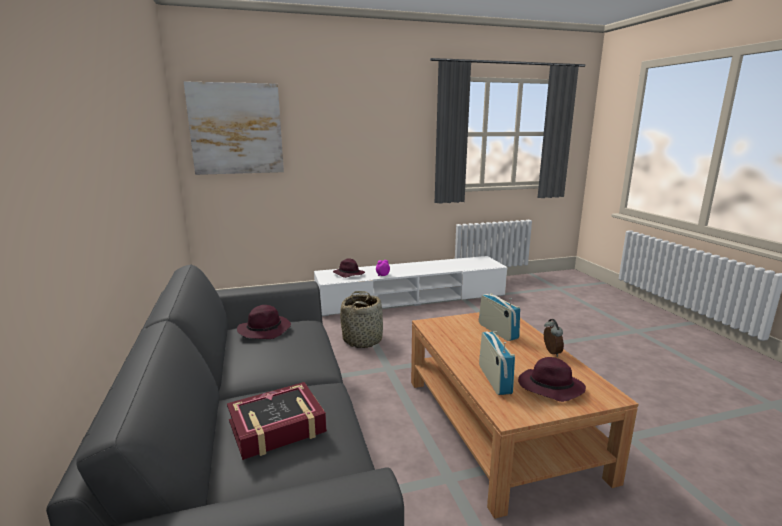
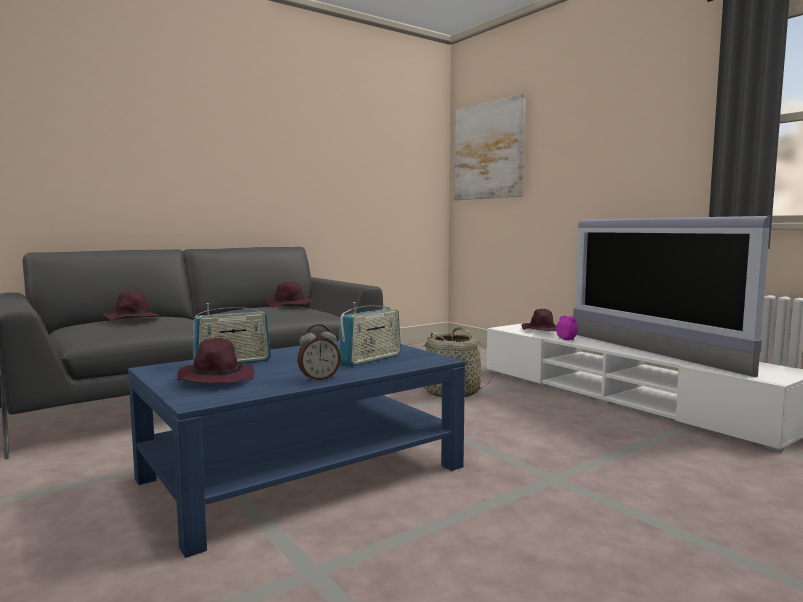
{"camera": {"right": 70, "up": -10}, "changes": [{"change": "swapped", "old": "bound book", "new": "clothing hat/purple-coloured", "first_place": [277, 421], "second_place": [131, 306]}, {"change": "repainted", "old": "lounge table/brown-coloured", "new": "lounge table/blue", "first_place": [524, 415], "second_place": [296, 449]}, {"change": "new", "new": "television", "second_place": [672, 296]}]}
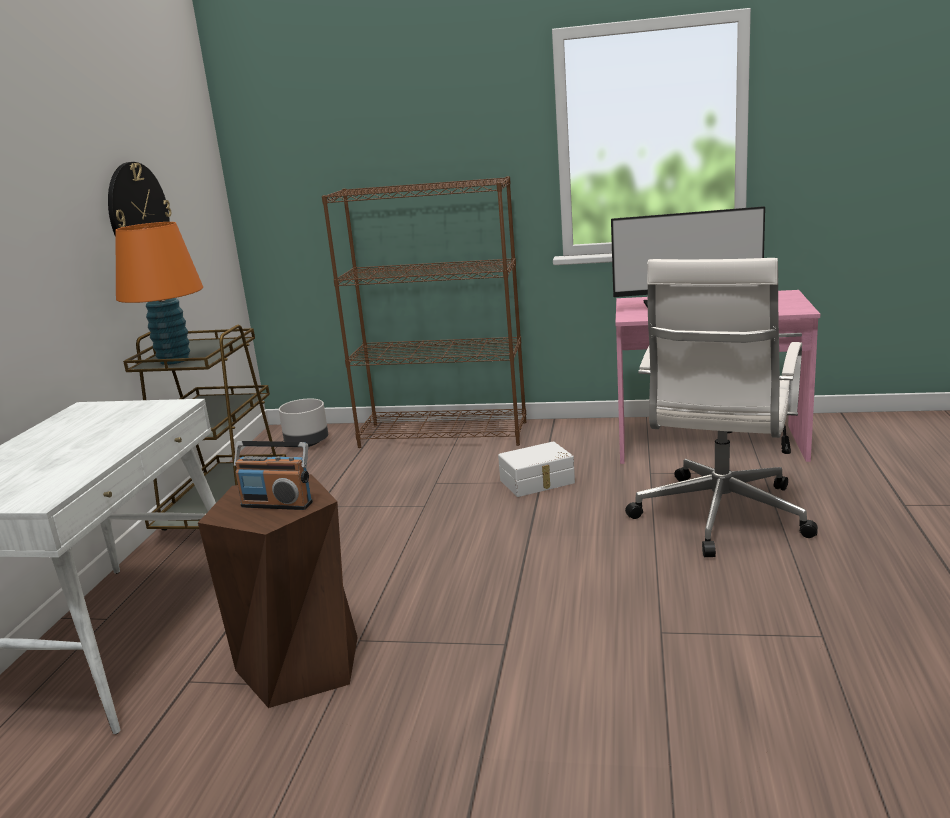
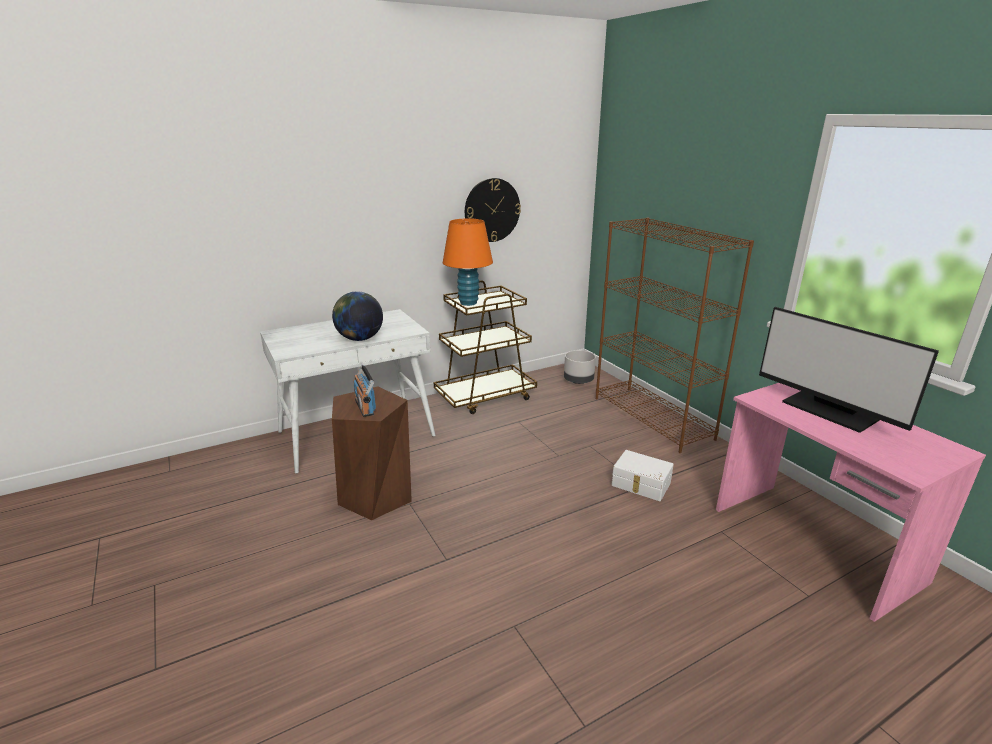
{"camera": {"right": 50, "up": 5}, "changes": [{"change": "new", "new": "world globe", "second_place": [357, 316]}, {"change": "gone", "old": "computer chair/whitish", "first_place": [721, 407]}]}
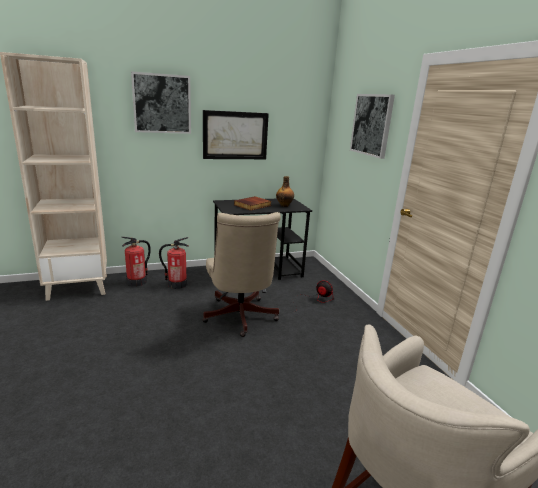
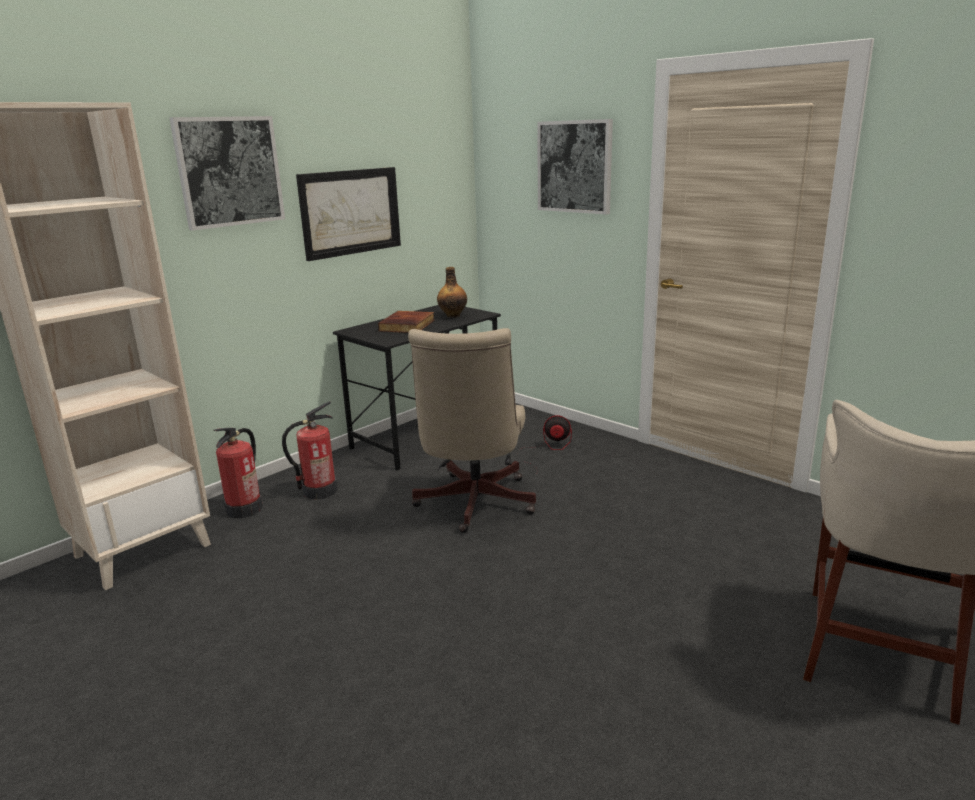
{"camera": {"right": -25, "up": 0}, "changes": [{"change": "rotated", "old": "computer chair/sand-coloured", "first_place": [241, 274], "second_place": [472, 430], "degrees": 45}]}
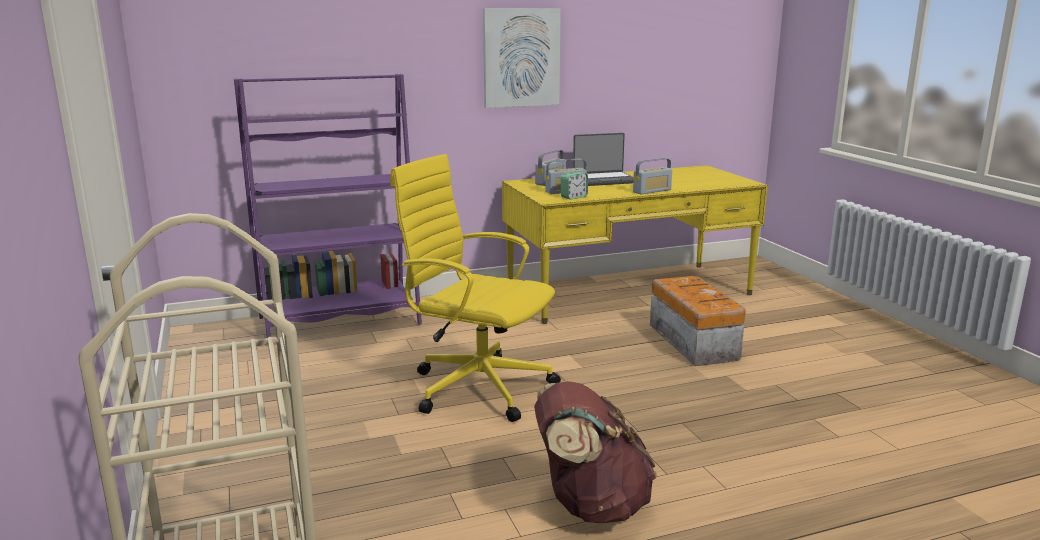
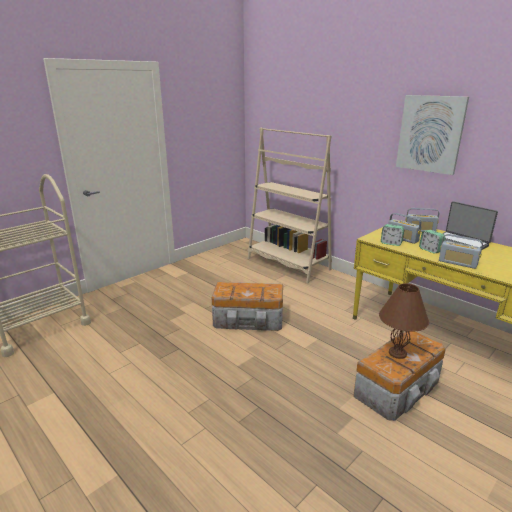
{"camera": {"right": 65, "up": 5}, "changes": [{"change": "swapped", "old": "computer chair/yellow", "new": "storage box", "first_place": [475, 288], "second_place": [247, 306]}, {"change": "repainted", "old": "bookcase/purple-coloured", "new": "bookcase/sand-coloured", "first_place": [328, 206], "second_place": [289, 206]}, {"change": "new", "new": "tabletop lamp/brown-coloured", "second_place": [404, 321]}, {"change": "new", "new": "alarm clock", "second_place": [432, 242]}, {"change": "gone", "old": "knapsack/brown-coloured", "first_place": [595, 452]}]}
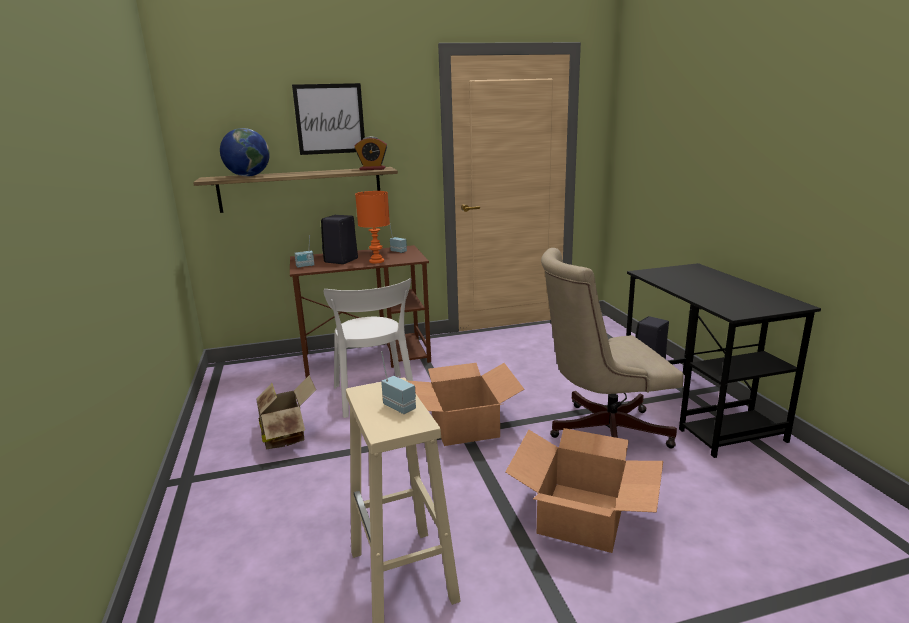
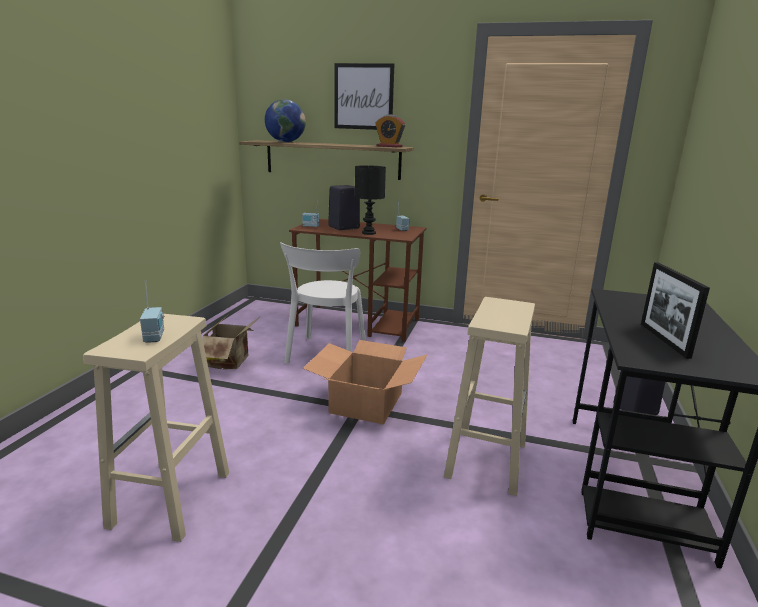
{"camera": {"right": 30, "up": 0}, "changes": [{"change": "repainted", "old": "tabletop lamp/orange-coloured", "new": "tabletop lamp/blackish", "first_place": [372, 227], "second_place": [370, 200]}, {"change": "swapped", "old": "computer chair/sand-coloured", "new": "stool/sand-coloured", "first_place": [612, 348], "second_place": [489, 396]}, {"change": "new", "new": "standing frame", "second_place": [675, 310]}, {"change": "gone", "old": "packing box", "first_place": [584, 490]}]}
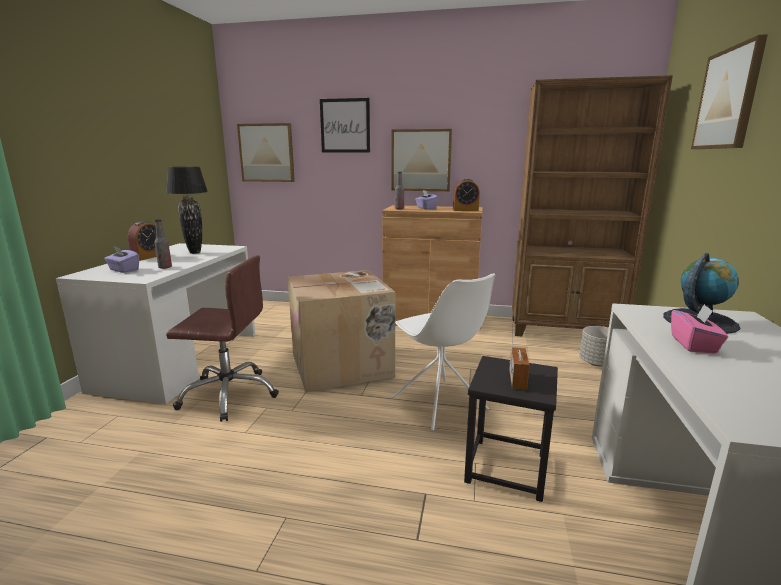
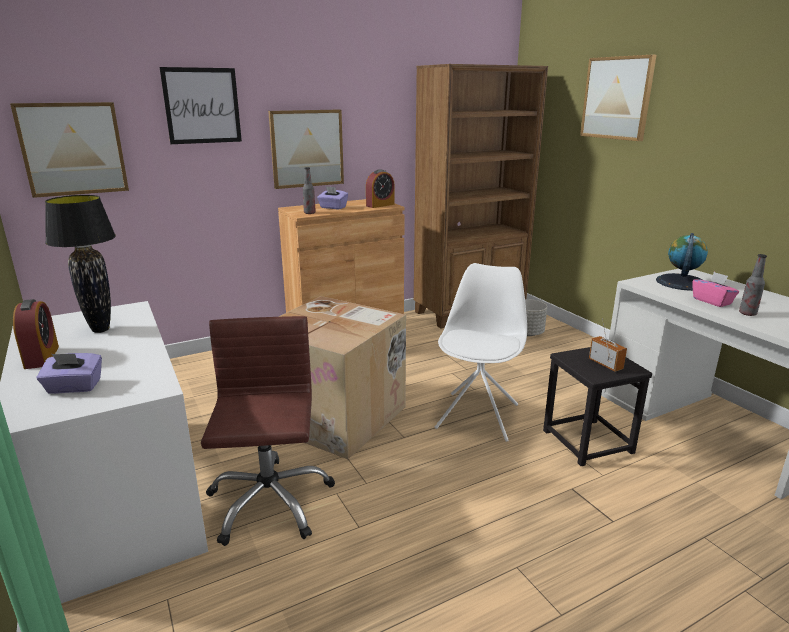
{"camera": {"right": -40, "up": 5}, "changes": [{"change": "rotated", "old": "computer chair/brown-coloured", "first_place": [222, 338], "second_place": [268, 431], "degrees": -60}, {"change": "rotated", "old": "plain chair/whitish", "first_place": [443, 352], "second_place": [481, 352], "degrees": -90}, {"change": "shifted", "old": "beverage bottle", "first_place": [163, 244], "second_place": [753, 285]}]}
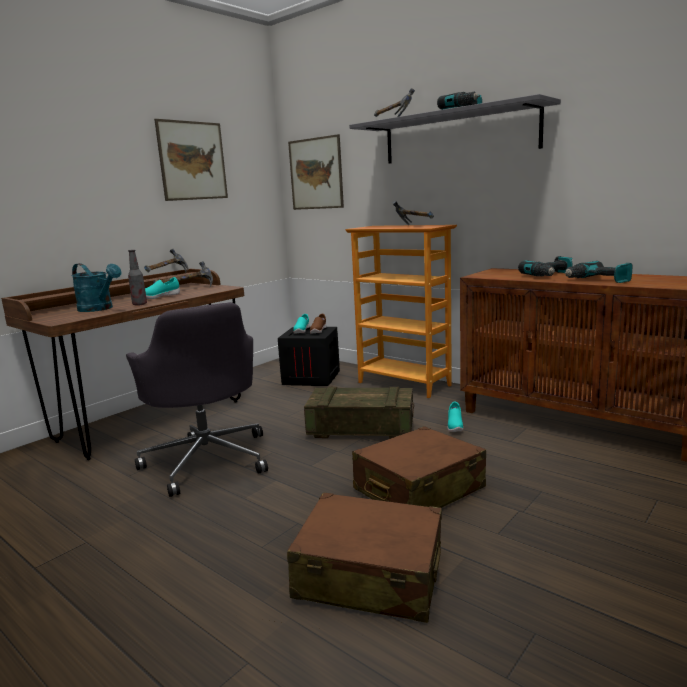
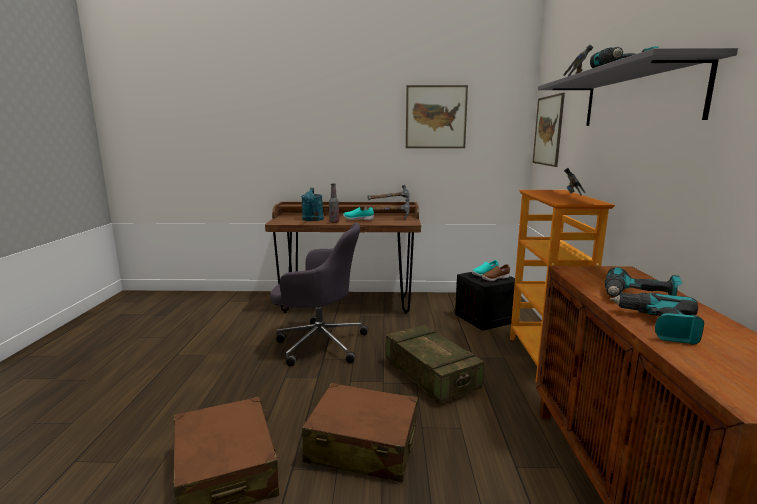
{"camera": {"right": 50, "up": 0}, "changes": [{"change": "rotated", "old": "computer chair/grey", "first_place": [197, 399], "second_place": [319, 295], "degrees": -105}, {"change": "gone", "old": "item of footwear/blue-green", "first_place": [455, 417]}]}
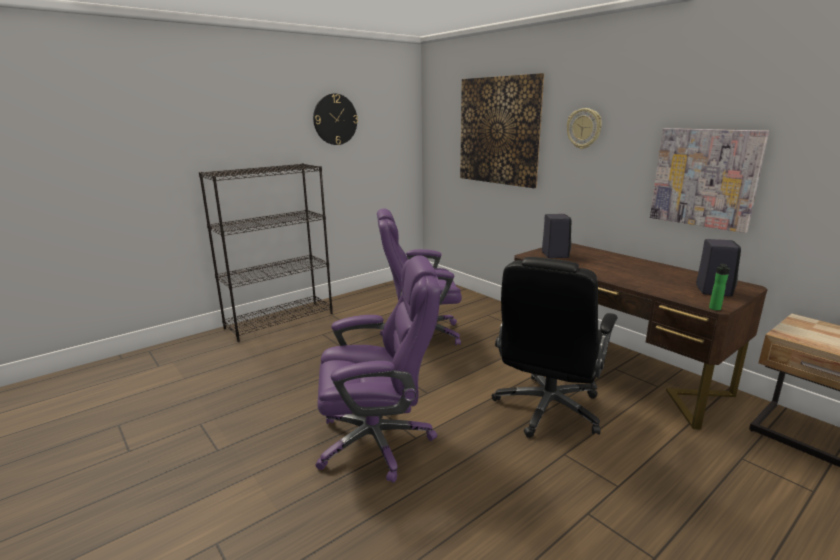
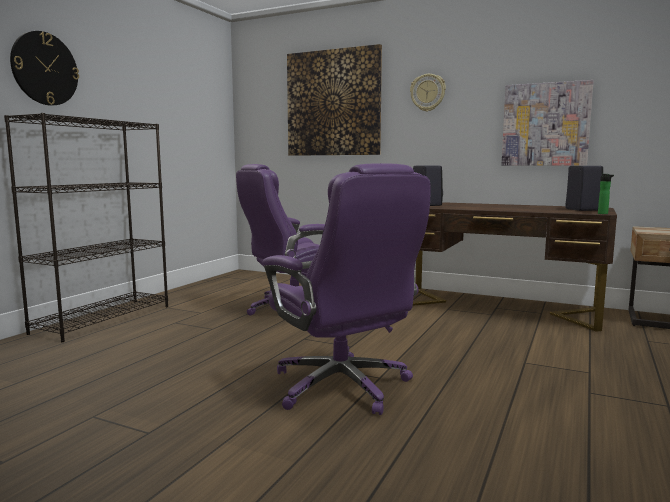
{"camera": {"right": -25, "up": -10}, "changes": [{"change": "shifted", "old": "wall clock", "first_place": [335, 119], "second_place": [44, 68]}, {"change": "rotated", "old": "computer chair/purple-coloured", "first_place": [377, 369], "second_place": [346, 289], "degrees": 90}, {"change": "gone", "old": "computer chair/blackish", "first_place": [555, 347]}]}
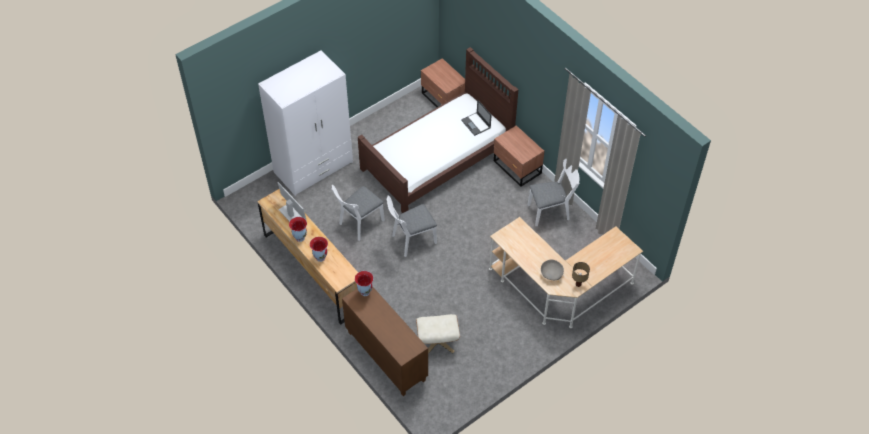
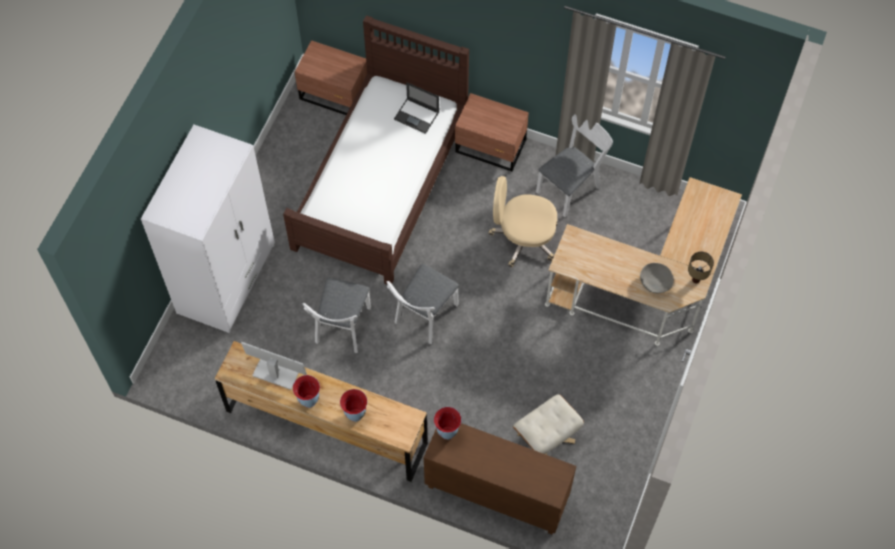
{"camera": {"right": -30, "up": 10}, "changes": [{"change": "new", "new": "computer chair/sand-coloured", "second_place": [523, 221]}]}
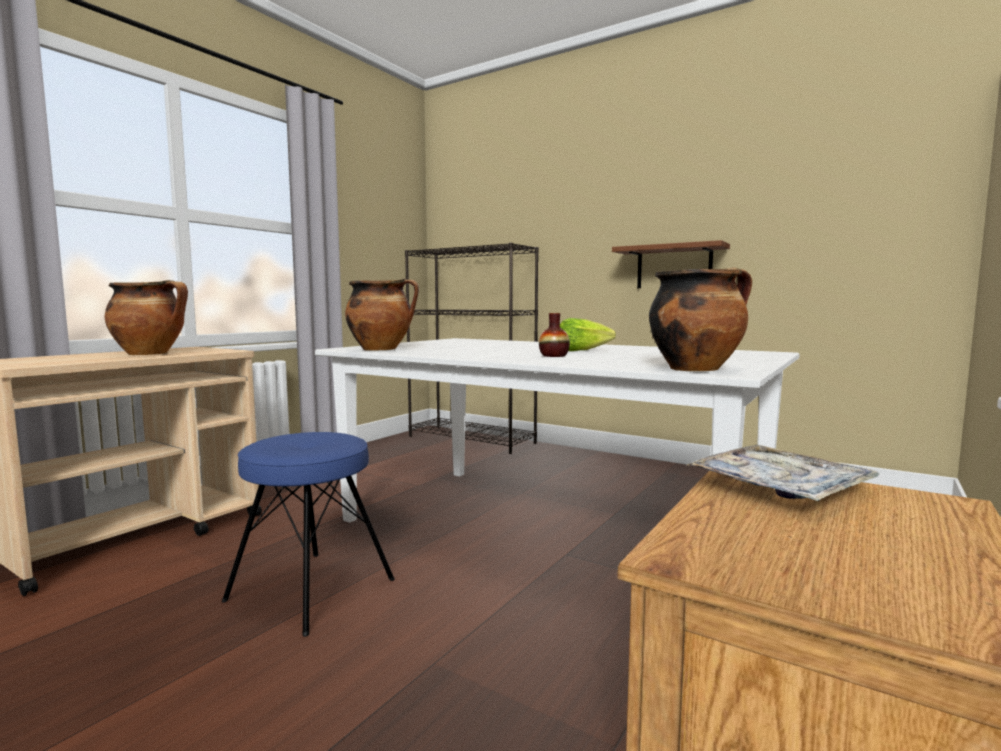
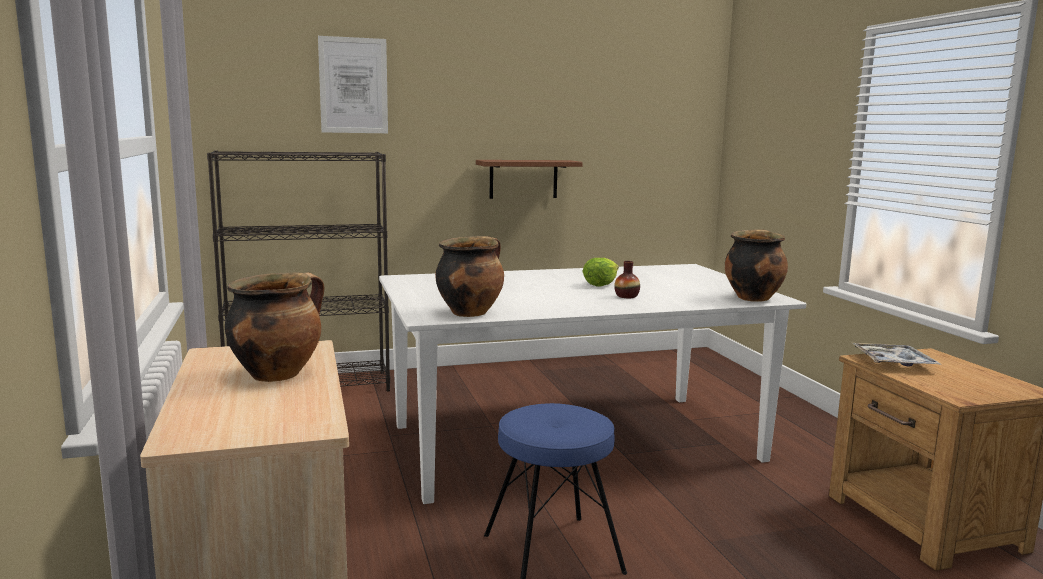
{"camera": {"right": -50, "up": 5}, "changes": [{"change": "new", "new": "wall art", "second_place": [353, 84]}]}
